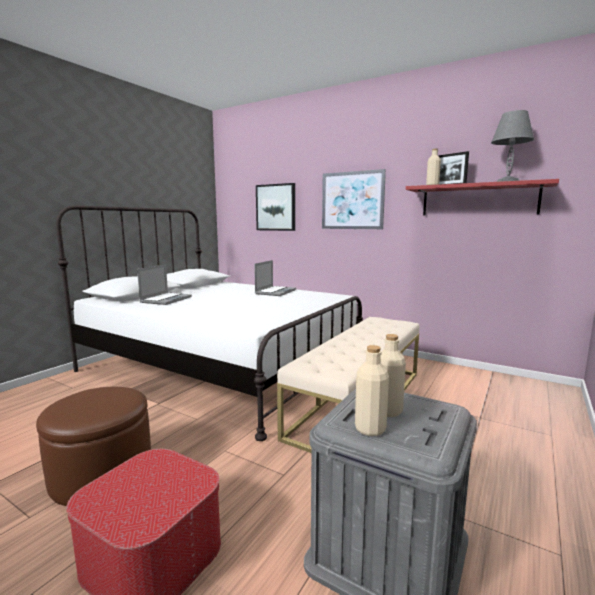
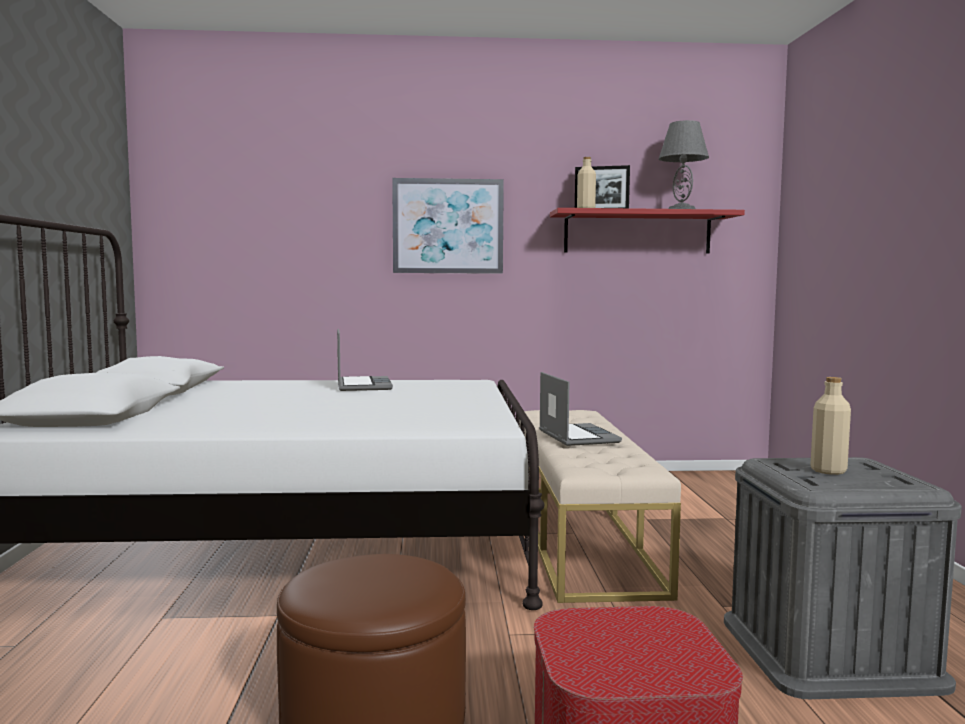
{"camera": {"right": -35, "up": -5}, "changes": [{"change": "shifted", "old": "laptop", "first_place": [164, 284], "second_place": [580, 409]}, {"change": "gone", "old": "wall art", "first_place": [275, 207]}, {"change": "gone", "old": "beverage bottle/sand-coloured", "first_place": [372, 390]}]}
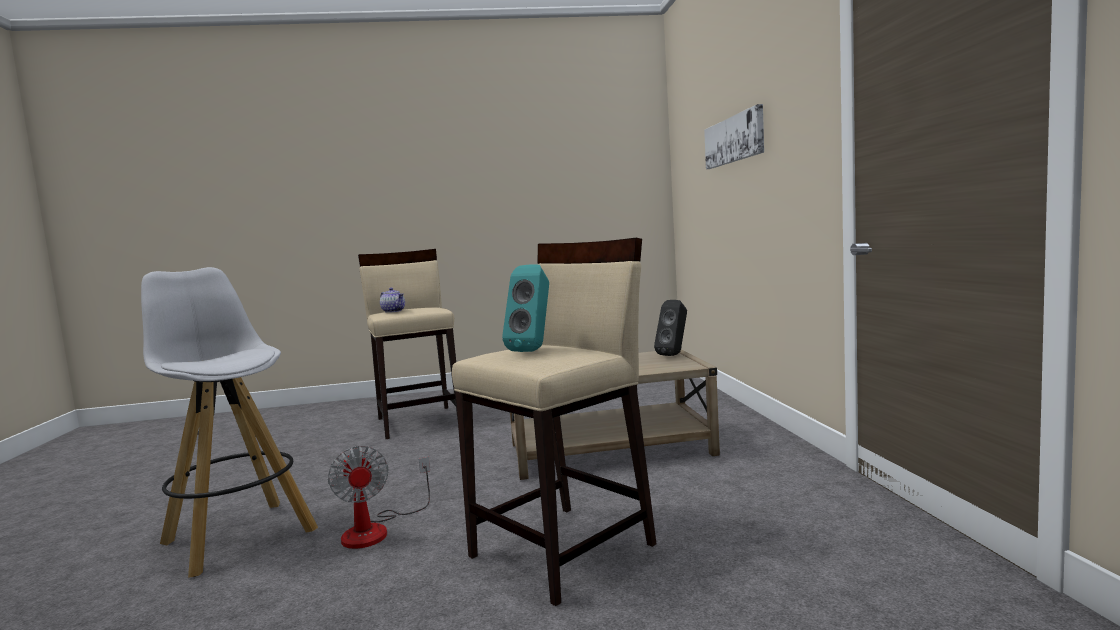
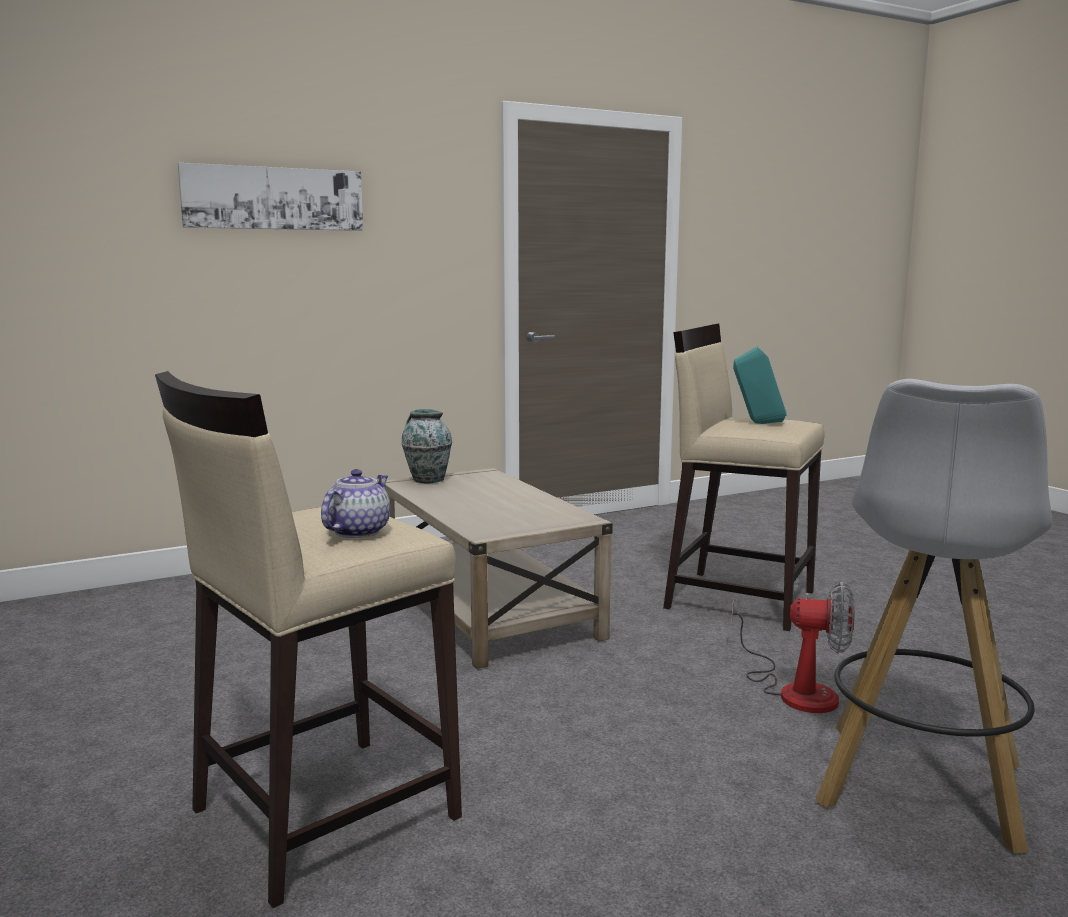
{"camera": {"right": -110, "up": 5}, "changes": [{"change": "swapped", "old": "audio speaker/blackish", "new": "vase", "first_place": [670, 328], "second_place": [427, 446]}, {"change": "rotated", "old": "cooling fan", "first_place": [379, 497], "second_place": [792, 647], "degrees": 60}]}
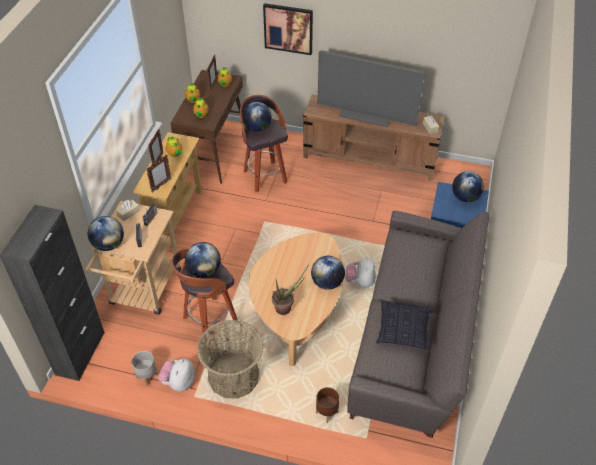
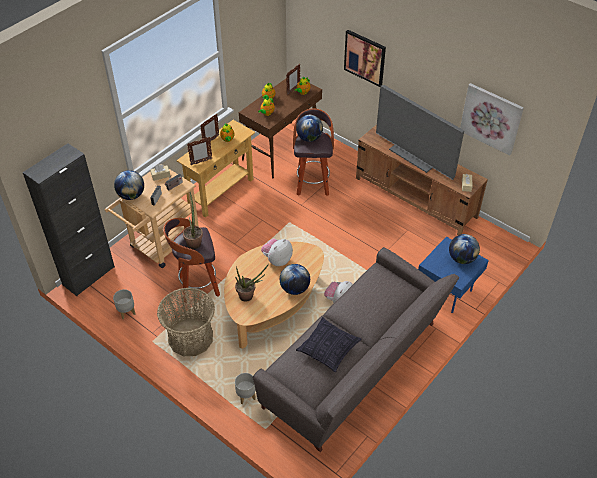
{"camera": {"right": 25, "up": 0}, "changes": [{"change": "swapped", "old": "world globe", "new": "potted plant", "first_place": [203, 259], "second_place": [193, 220]}, {"change": "repainted", "old": "planter/brown-coloured", "new": "planter/grey", "first_place": [327, 405], "second_place": [245, 388]}, {"change": "shifted", "old": "soft toy", "first_place": [176, 375], "second_place": [277, 252]}, {"change": "new", "new": "wall art", "second_place": [492, 119]}]}
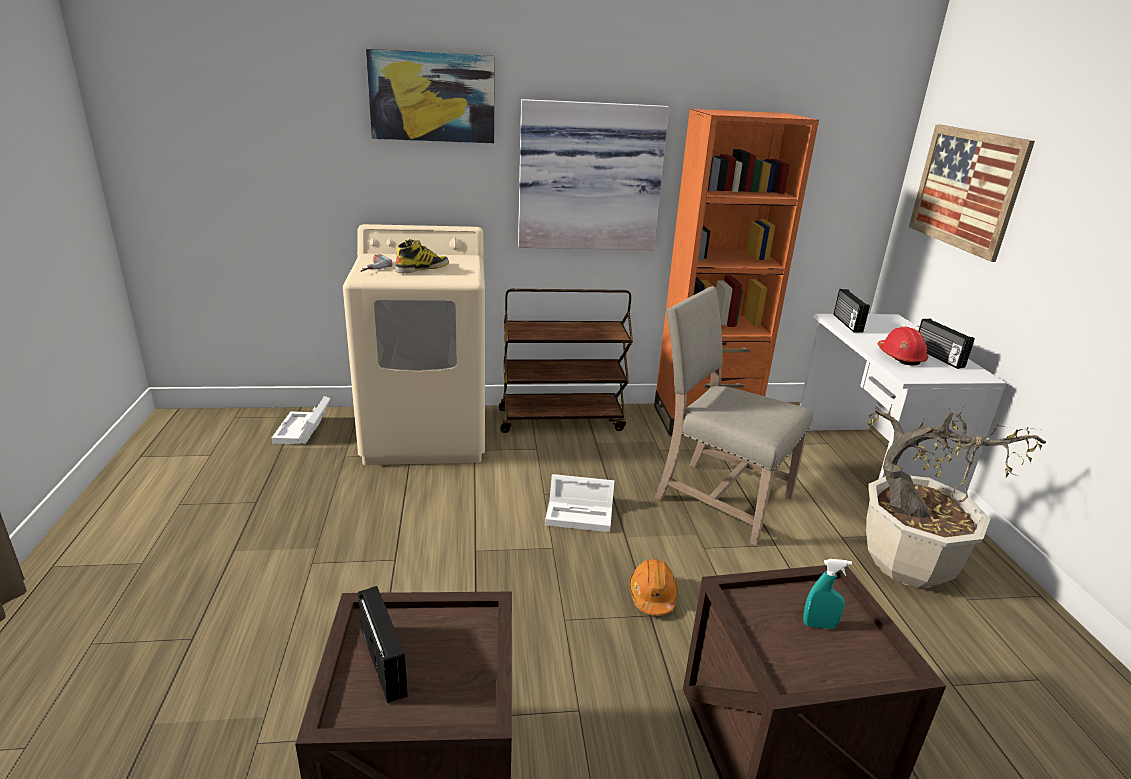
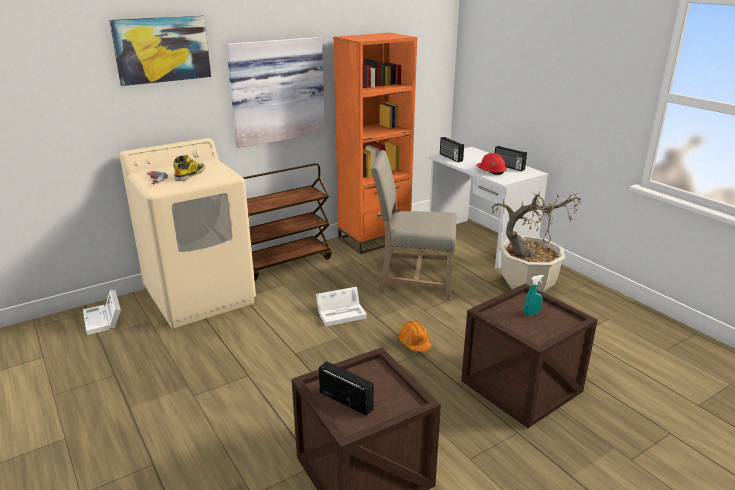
{"camera": {"right": -25, "up": 0}, "changes": [{"change": "gone", "old": "wall art", "first_place": [972, 193]}]}
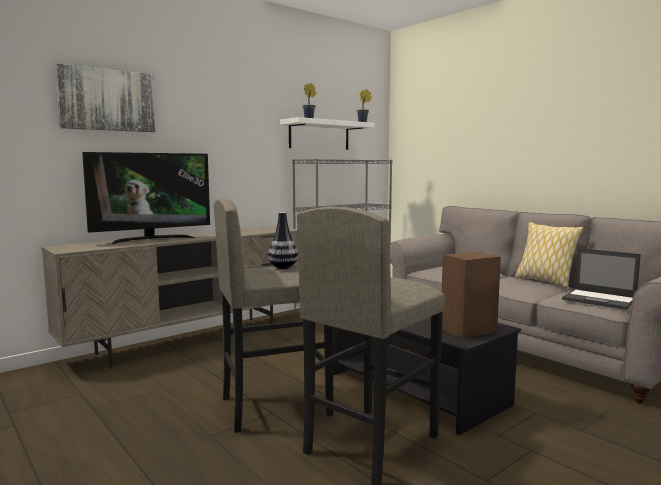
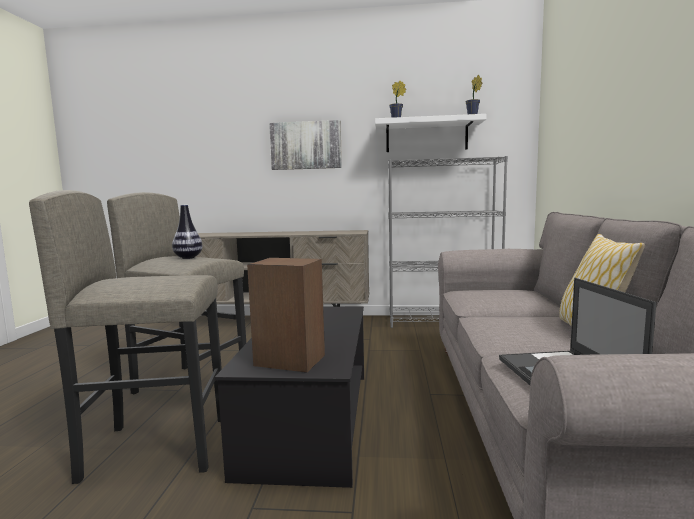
{"camera": {"right": 45, "up": 0}, "changes": [{"change": "shifted", "old": "wall art", "first_place": [105, 97], "second_place": [305, 145]}, {"change": "gone", "old": "television", "first_place": [146, 198]}]}
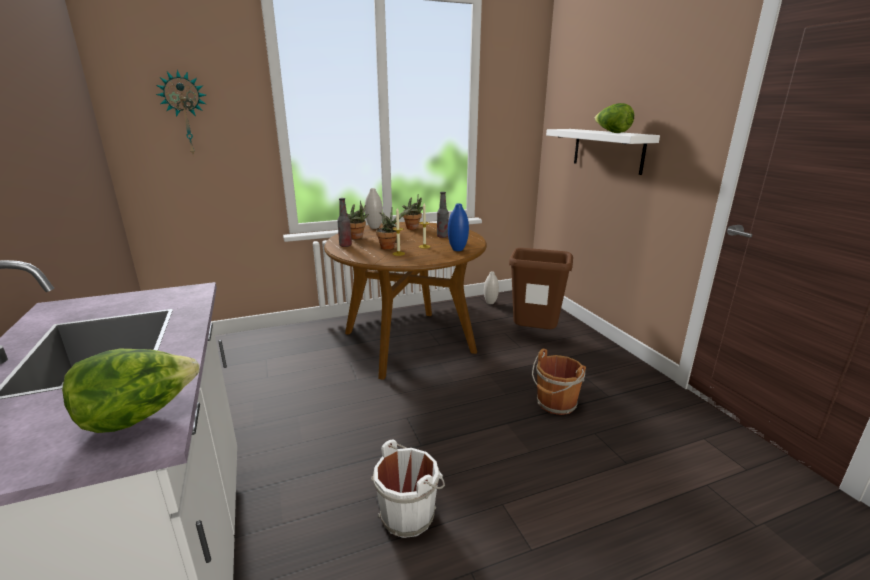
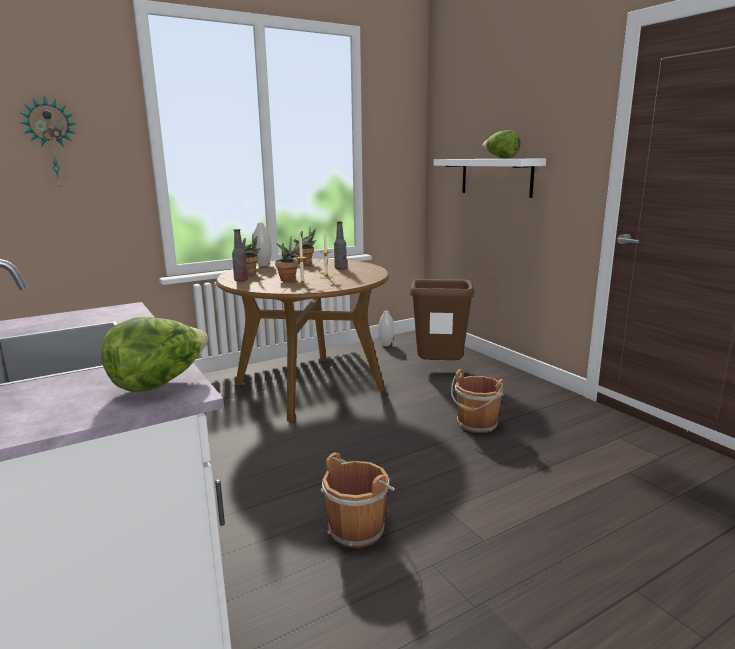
{"camera": {"right": -10, "up": -5}, "changes": [{"change": "repainted", "old": "water bucket/whitish", "new": "water bucket/brown-coloured", "first_place": [408, 488], "second_place": [358, 500]}, {"change": "gone", "old": "vase/blue", "first_place": [458, 227]}]}
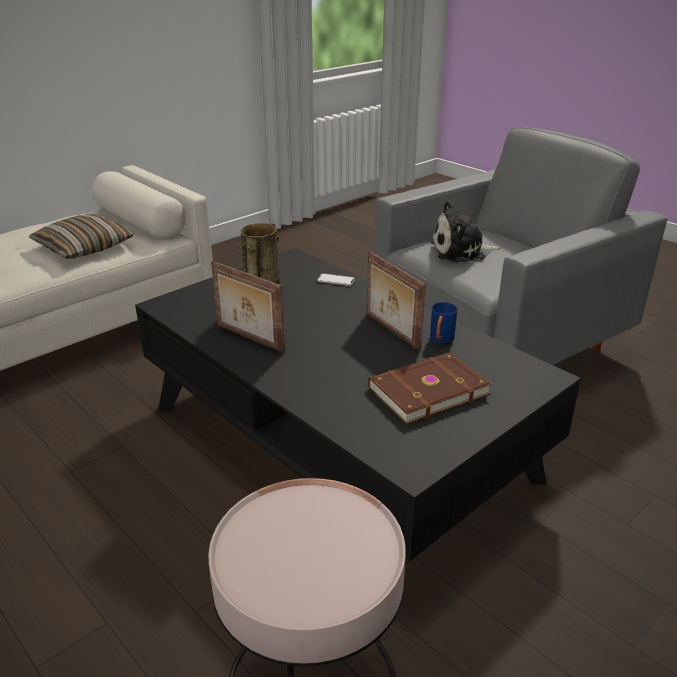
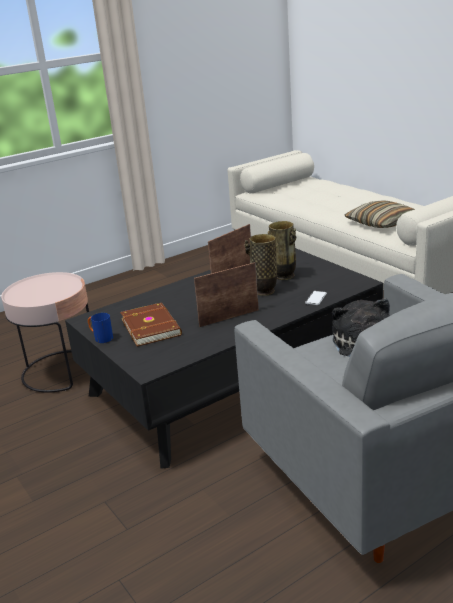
{"camera": {"right": 100, "up": -5}, "changes": [{"change": "shifted", "old": "mug/blue", "first_place": [444, 322], "second_place": [100, 328]}, {"change": "new", "new": "vase", "second_place": [261, 265]}]}
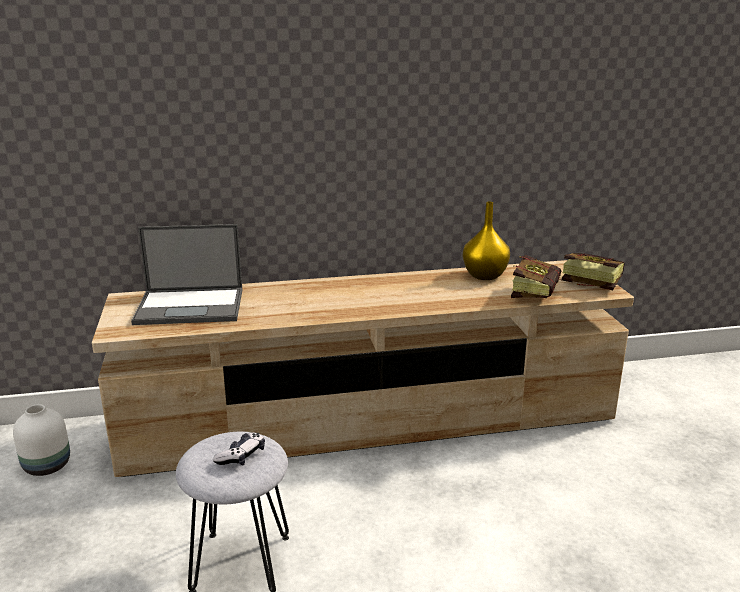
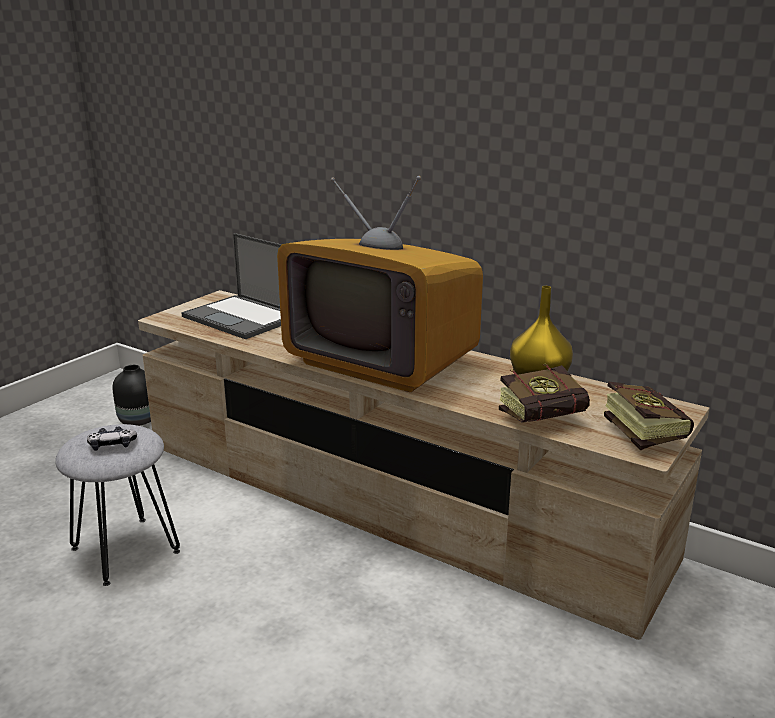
{"camera": {"right": 45, "up": 0}, "changes": [{"change": "repainted", "old": "vase/whitish", "new": "vase/blackish", "first_place": [41, 440], "second_place": [131, 395]}, {"change": "new", "new": "television", "second_place": [380, 284]}]}
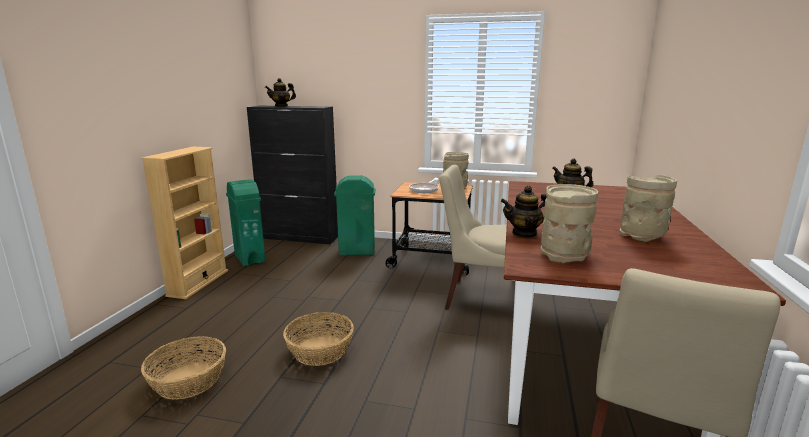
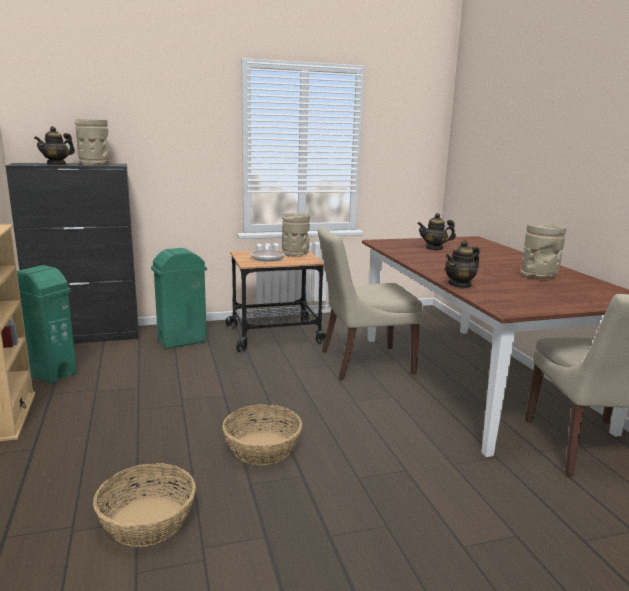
{"camera": {"right": -30, "up": 0}, "changes": [{"change": "shifted", "old": "vase/sand-coloured", "first_place": [569, 223], "second_place": [93, 142]}]}
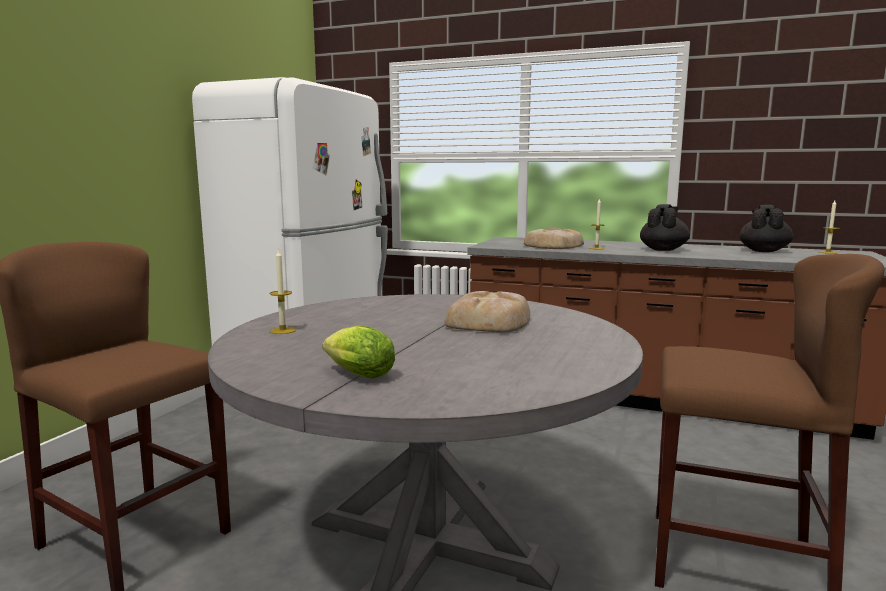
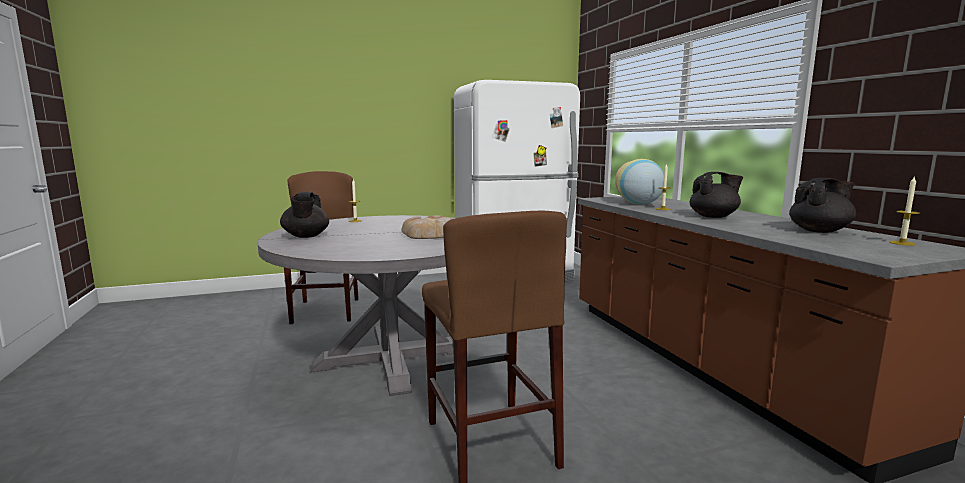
{"camera": {"right": 50, "up": 0}, "changes": [{"change": "swapped", "old": "lettuce head", "new": "tea pot/blackish", "first_place": [358, 352], "second_place": [304, 215]}, {"change": "swapped", "old": "bread", "new": "vase", "first_place": [554, 238], "second_place": [639, 182]}]}
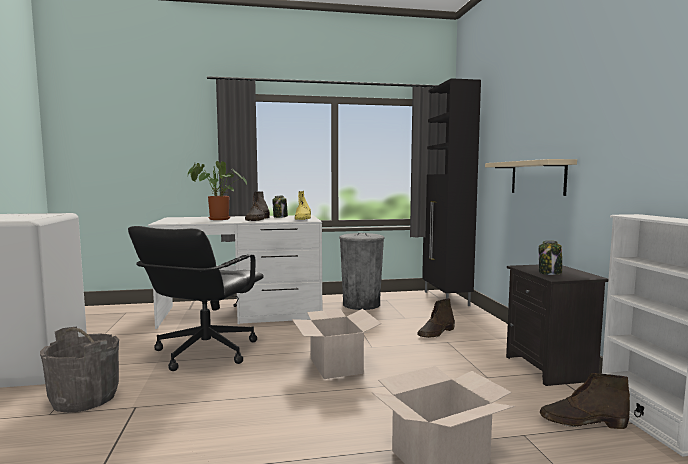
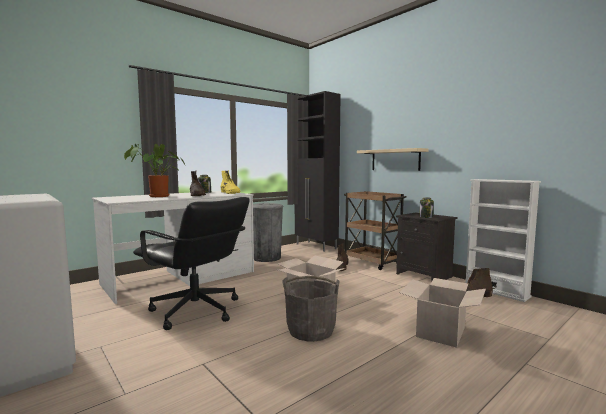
{"camera": {"right": -30, "up": 0}, "changes": [{"change": "rotated", "old": "computer chair/blackish", "first_place": [196, 298], "second_place": [191, 263], "degrees": -45}, {"change": "shifted", "old": "water bucket/grey", "first_place": [79, 369], "second_place": [310, 309]}, {"change": "new", "new": "trolley/brown-coloured", "second_place": [375, 230]}]}
